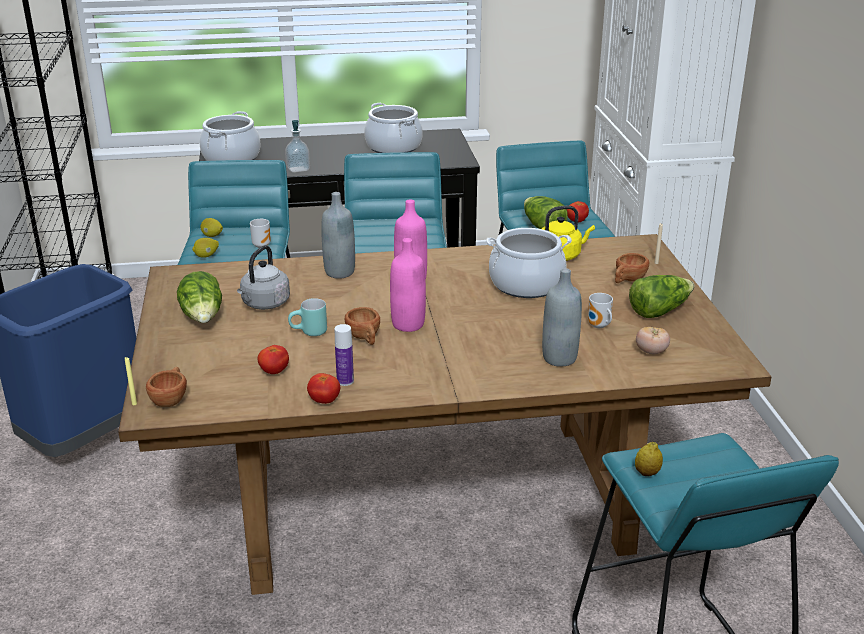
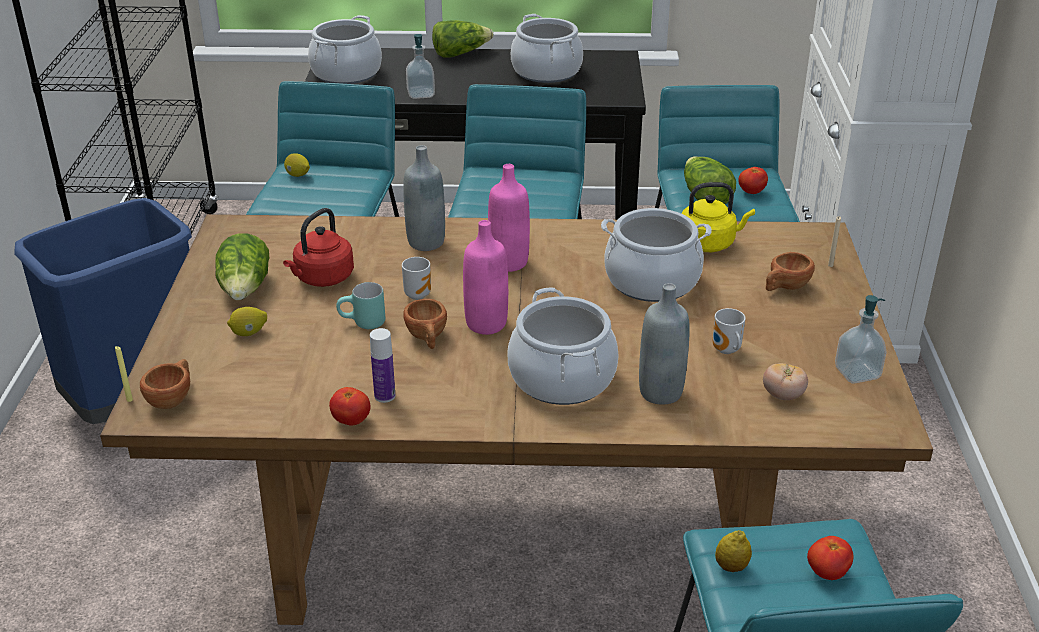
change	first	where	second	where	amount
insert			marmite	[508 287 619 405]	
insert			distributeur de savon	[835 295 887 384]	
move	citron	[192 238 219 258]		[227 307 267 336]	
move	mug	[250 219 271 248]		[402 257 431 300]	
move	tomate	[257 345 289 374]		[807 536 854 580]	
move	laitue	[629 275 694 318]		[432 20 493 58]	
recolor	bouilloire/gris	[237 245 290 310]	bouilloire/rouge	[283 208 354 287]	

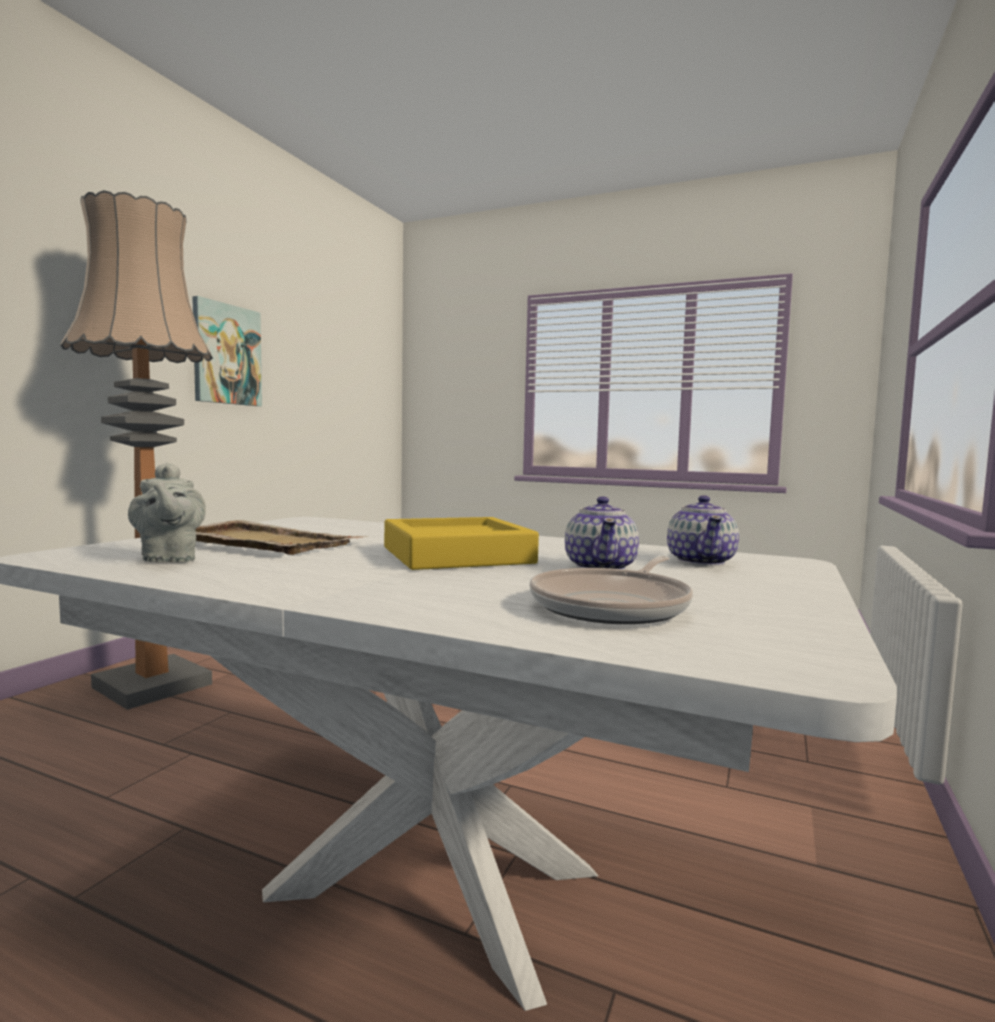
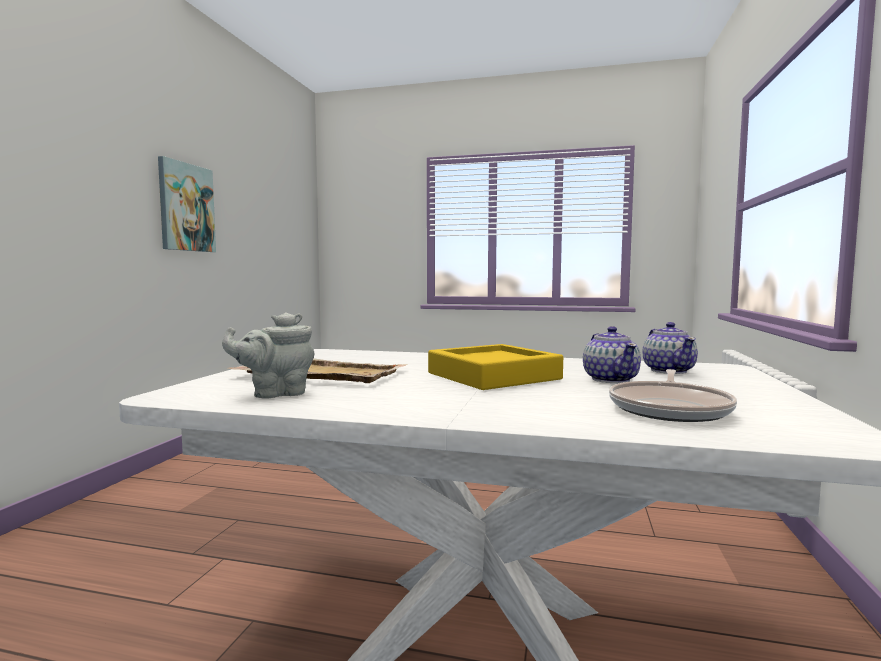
change	first	where	second	where	amount
delete	lampadaire	[60 190 213 710]			
rotate	théière/gris	[128 463 206 563]		[222 312 314 398]	105 degrees clockwise

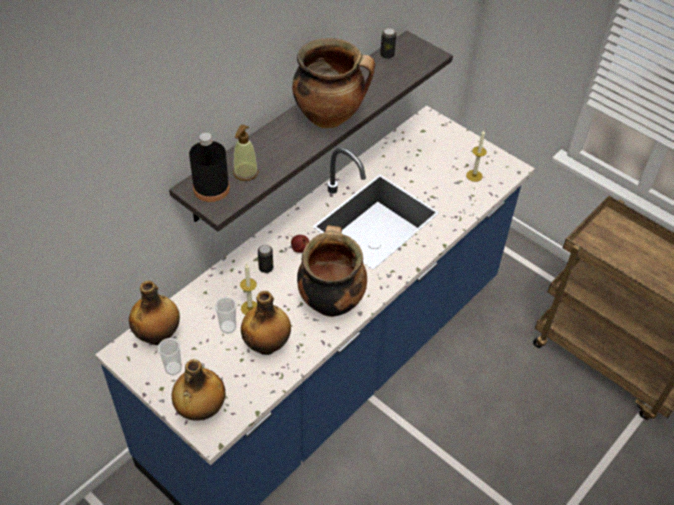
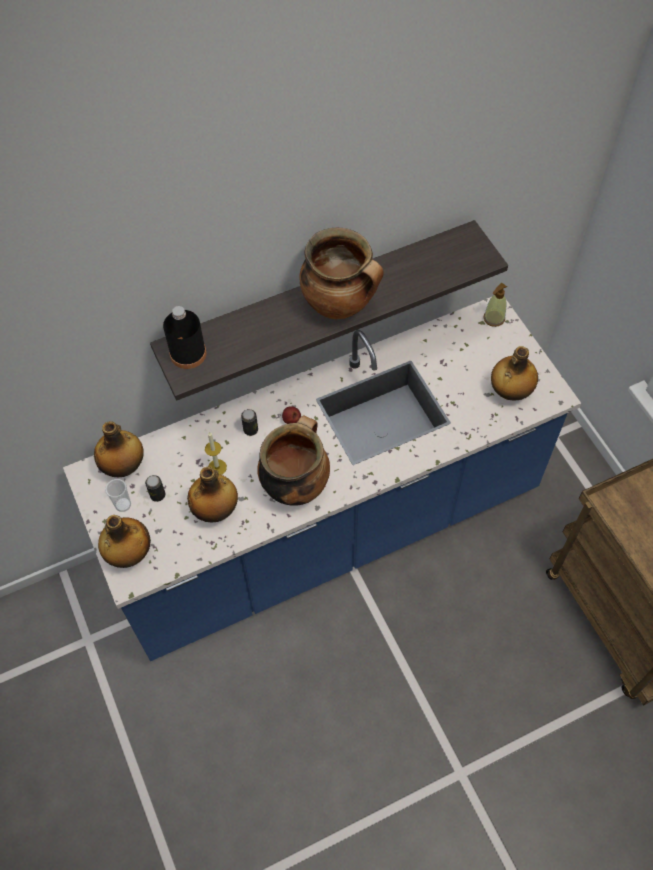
change	first	where	second	where	amount
delete	tasse	[215 297 236 333]			
move	distributeur de savon	[233 124 259 181]		[483 283 507 327]	
move	boîte métallique	[380 28 397 59]		[145 475 165 502]	
replace	bougie	[466 130 487 182]	bouteille	[491 346 538 400]	

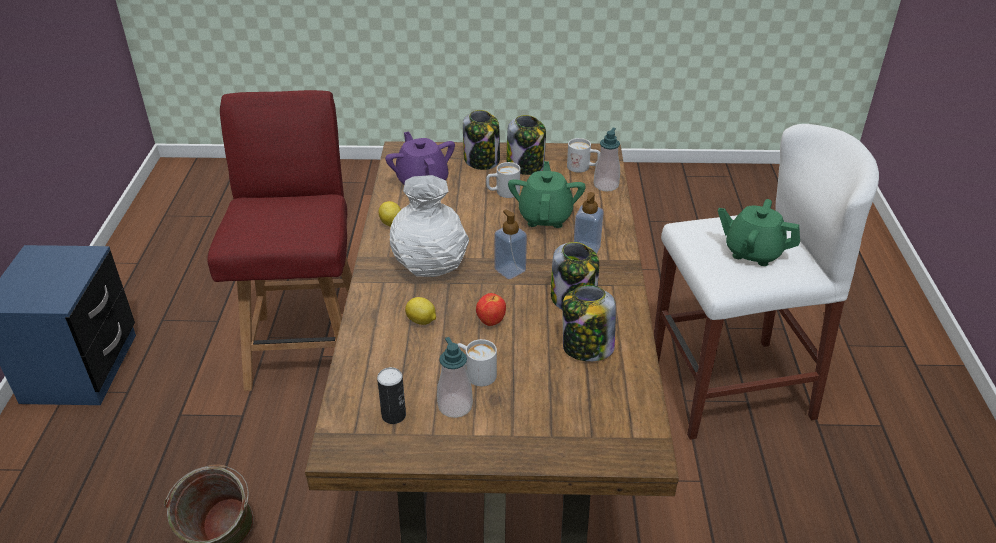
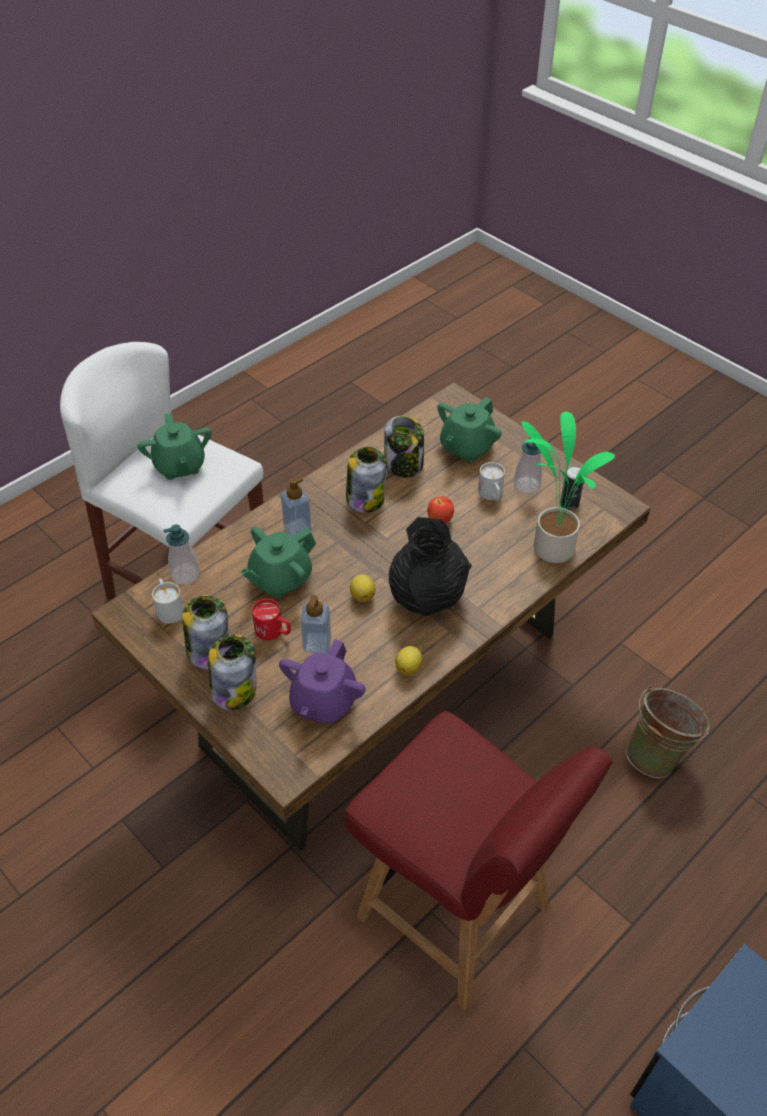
change	first	where	second	where	amount
insert			théière/vert	[437 397 502 462]	
insert			plante en pot	[521 411 615 563]	
move	citron	[405 297 436 325]		[350 574 375 602]	
move	distributeur de savon	[494 209 527 279]		[300 595 331 653]	
recolor	vase/blanc	[390 175 469 277]	vase/noir	[389 517 472 616]	
recolor	mug/blanc	[486 162 520 198]	mug/rouge	[252 599 291 641]	
rotate	chaise/rouge	[207 90 352 391]		[345 711 613 1010]	90 degrees counterclockwise

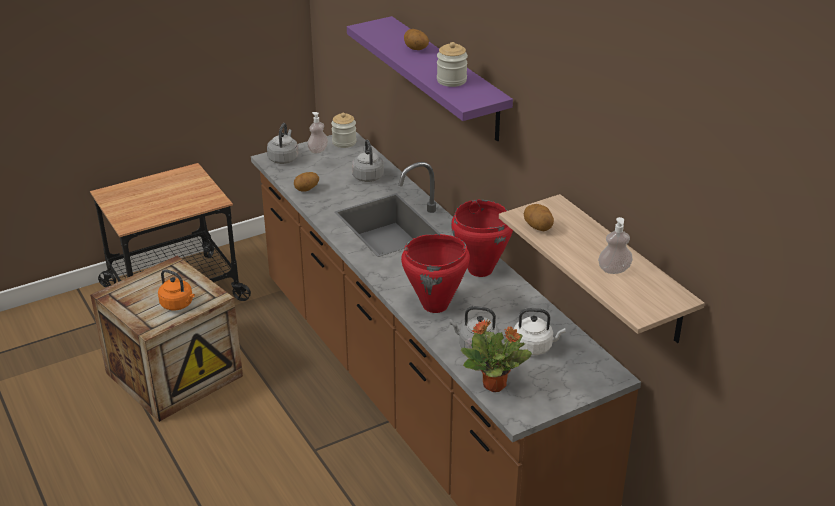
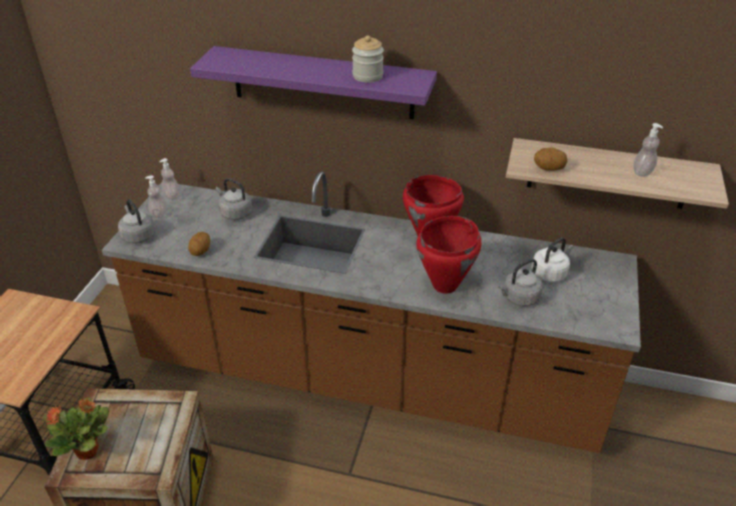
change	first	where	second	where	amount
delete	bouilloire/orange	[158 269 195 310]			
delete	pomme de terre	[404 29 429 50]			
move	plante en pot	[461 320 532 392]		[43 397 109 460]	
replace	bocal	[331 113 357 148]	distributeur de savon	[159 158 180 200]	

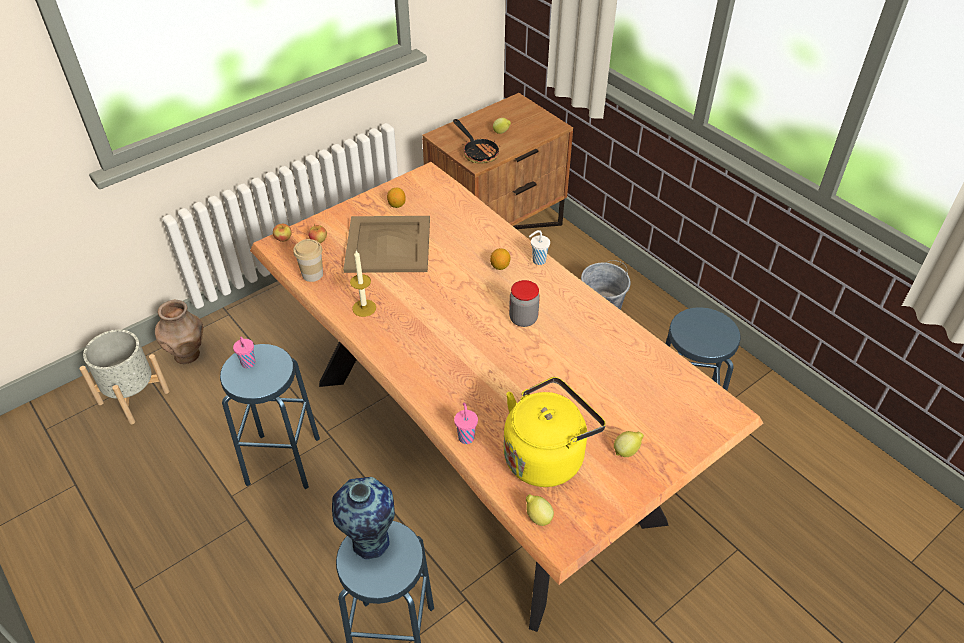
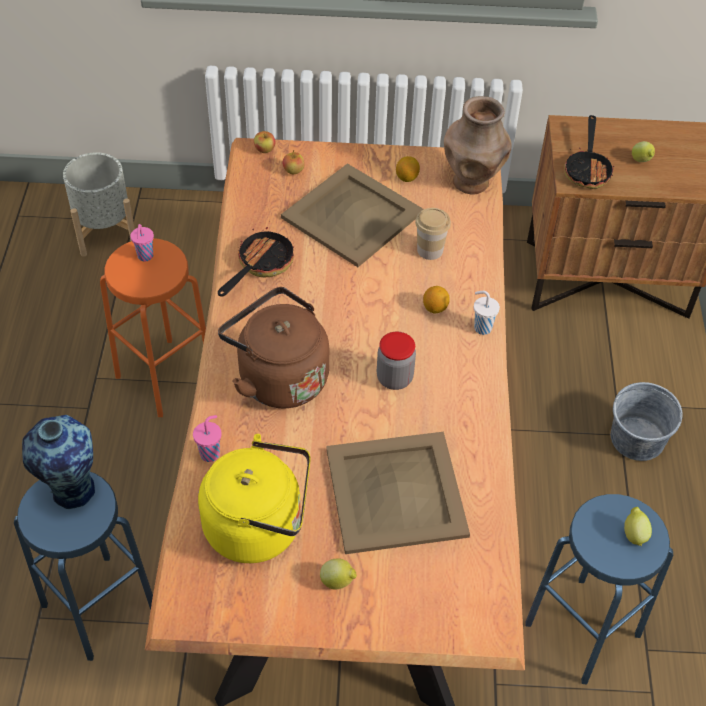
change	first	where	second	where	amount
insert			bouilloire/marron	[218 287 329 409]	
insert			plateau/beige	[326 432 470 554]	
move	vase/marron	[155 300 203 364]		[444 96 511 195]	
move	tasse	[293 239 323 282]		[415 208 451 260]	
move	citron	[526 494 554 526]		[624 507 652 546]	
replace	bougie	[350 250 376 317]	poêle	[218 227 294 297]	
recolor	tabouret/bleu	[220 344 320 489]	tabouret/orange	[100 238 206 417]	

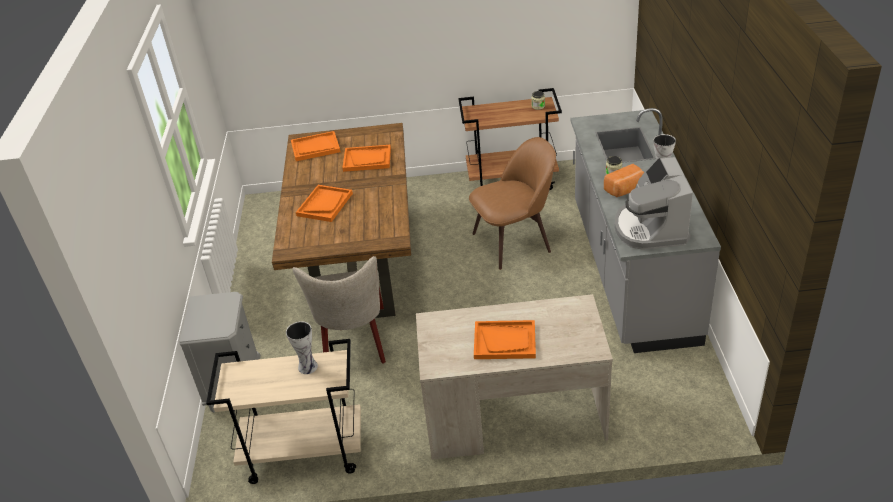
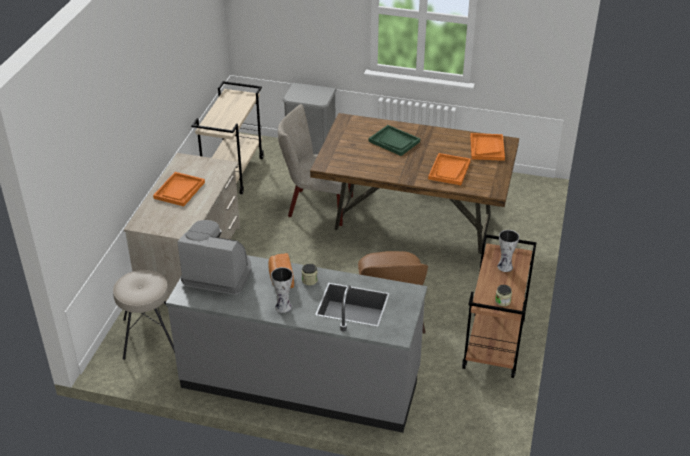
change	first	where	second	where	amount
insert			tabouret/beige	[113 270 175 360]	
move	vase	[286 321 318 374]		[497 230 519 272]	
recolor	plateau/orange	[296 185 353 222]	plateau/vert	[369 125 420 156]	

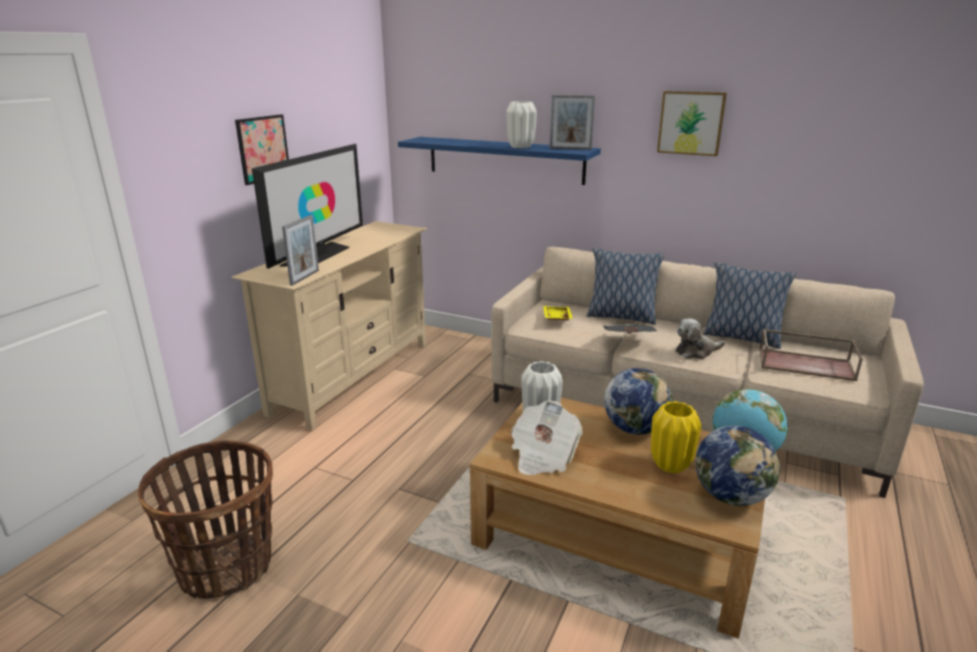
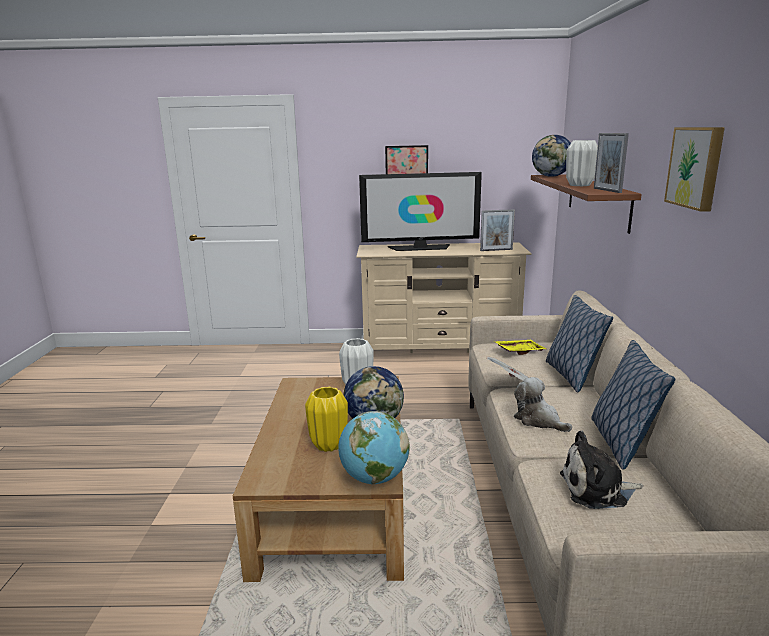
change	first	where	second	where	amount
delete	panier	[138 441 273 599]			
delete	journal	[511 400 583 475]			
move	cadre photo	[282 215 319 286]		[480 209 515 251]	
move	globe	[695 426 780 506]		[532 135 571 177]	
replace	plateau/marron	[759 329 863 381]	peluche	[560 431 643 509]	
recolor	étagère/bleu	[398 137 601 185]	étagère/marron	[531 174 642 234]	

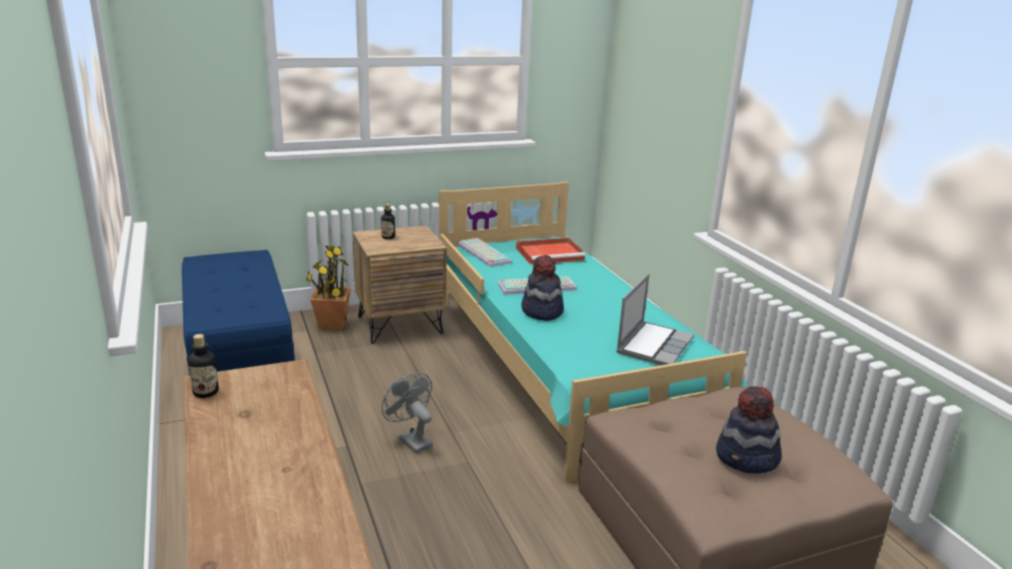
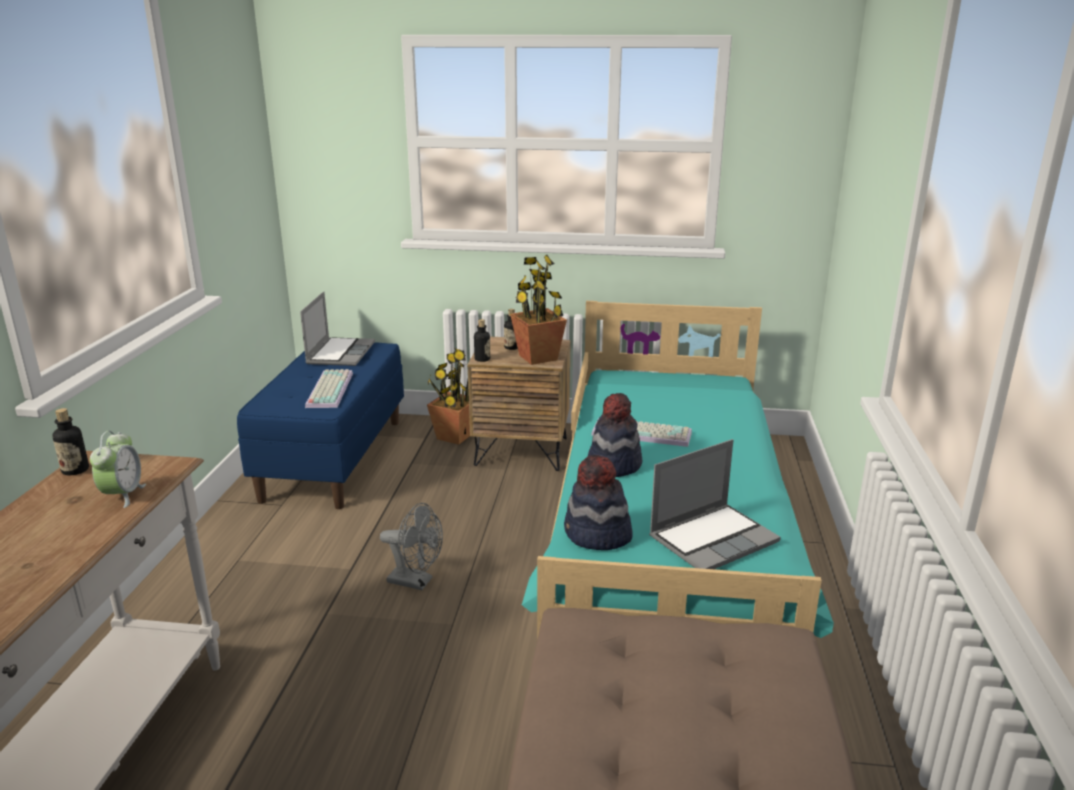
change	first	where	second	where	amount
delete	plateau/rouge	[516 237 586 265]			
insert			réveil	[90 431 146 508]	
insert			ordinateur portable	[300 291 375 366]	
insert			bouteille	[474 319 490 362]	
insert			plante en pot	[510 255 567 365]	
move	clavier	[458 238 512 267]		[305 369 353 408]	
move	chapeau	[716 386 782 473]		[564 455 632 550]	
rotate	ventilateur/gris	[382 373 433 454]		[380 503 443 590]	120 degrees clockwise

